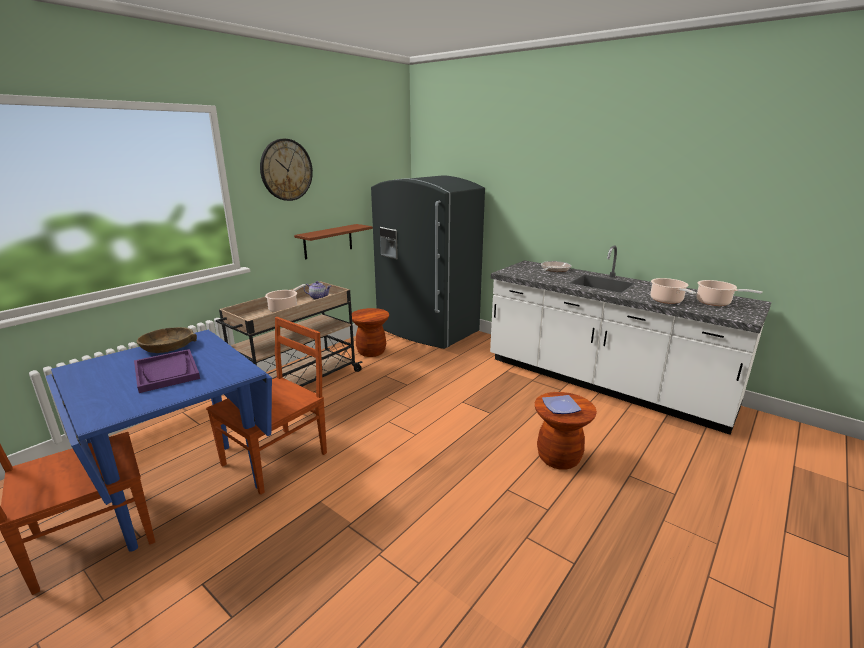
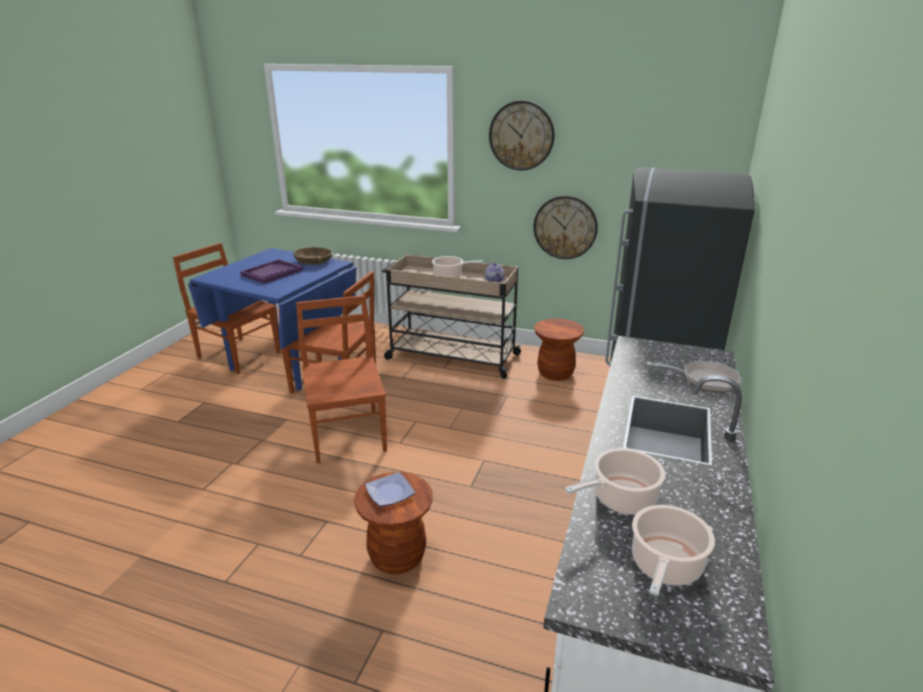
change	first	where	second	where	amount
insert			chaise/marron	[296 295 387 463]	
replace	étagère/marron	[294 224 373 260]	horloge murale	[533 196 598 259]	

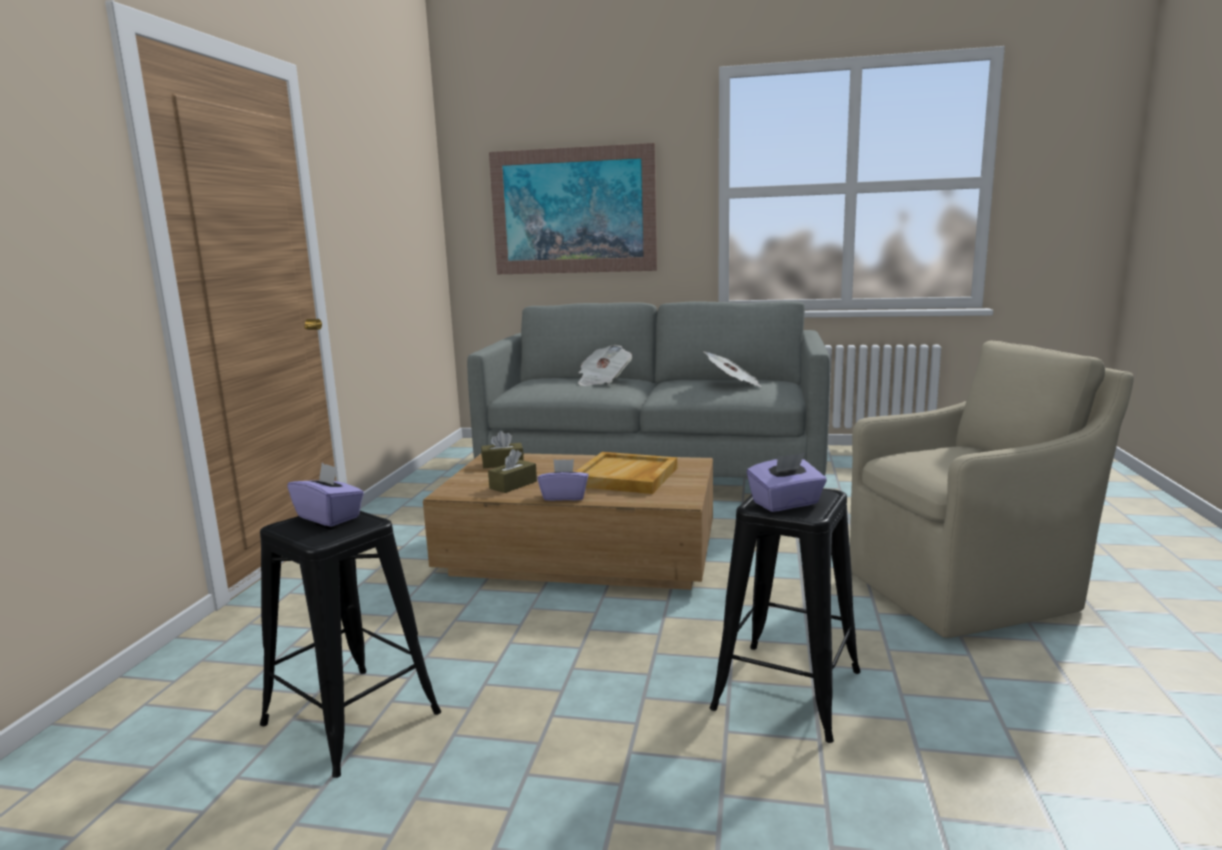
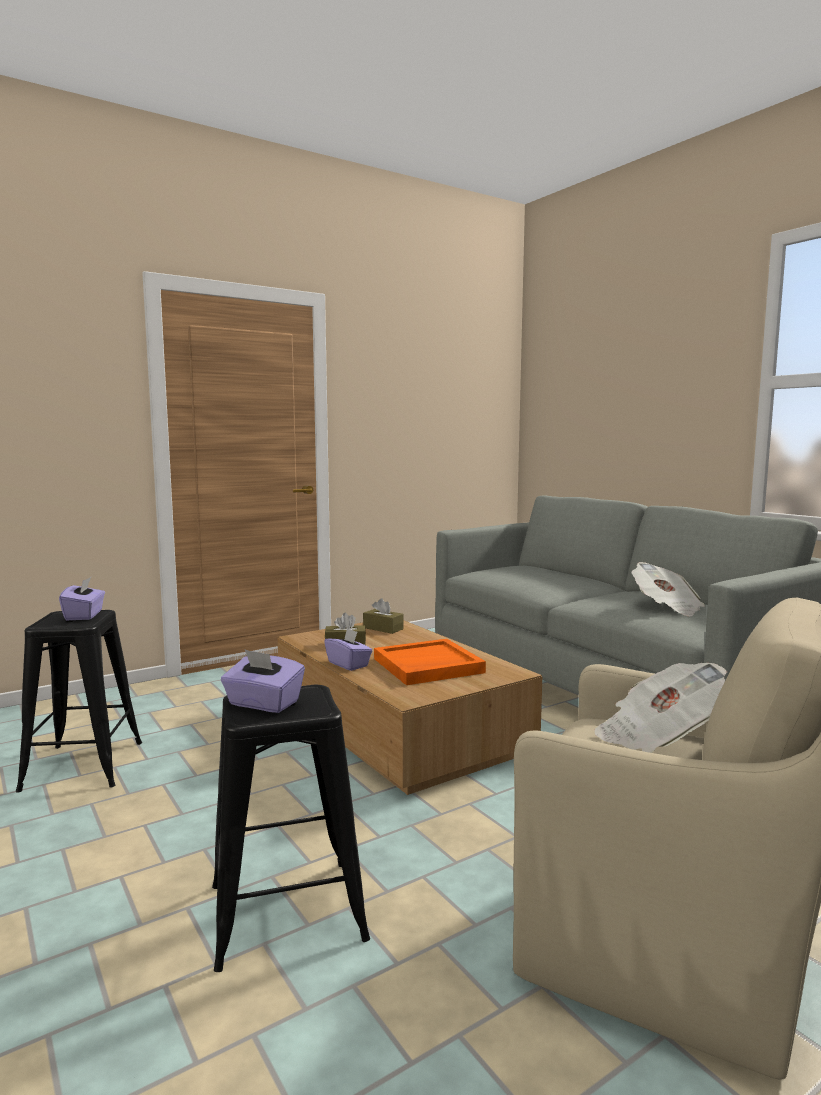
change	first	where	second	where	amount
delete	tableau	[489 143 657 274]			
move	journal	[578 345 632 386]		[594 663 727 753]	
recolor	plateau/beige	[575 452 677 494]	plateau/orange	[374 639 486 685]	

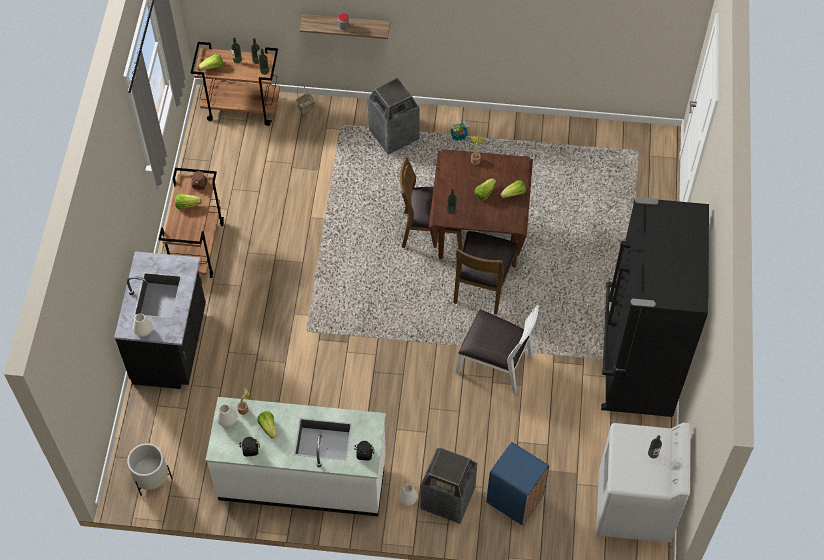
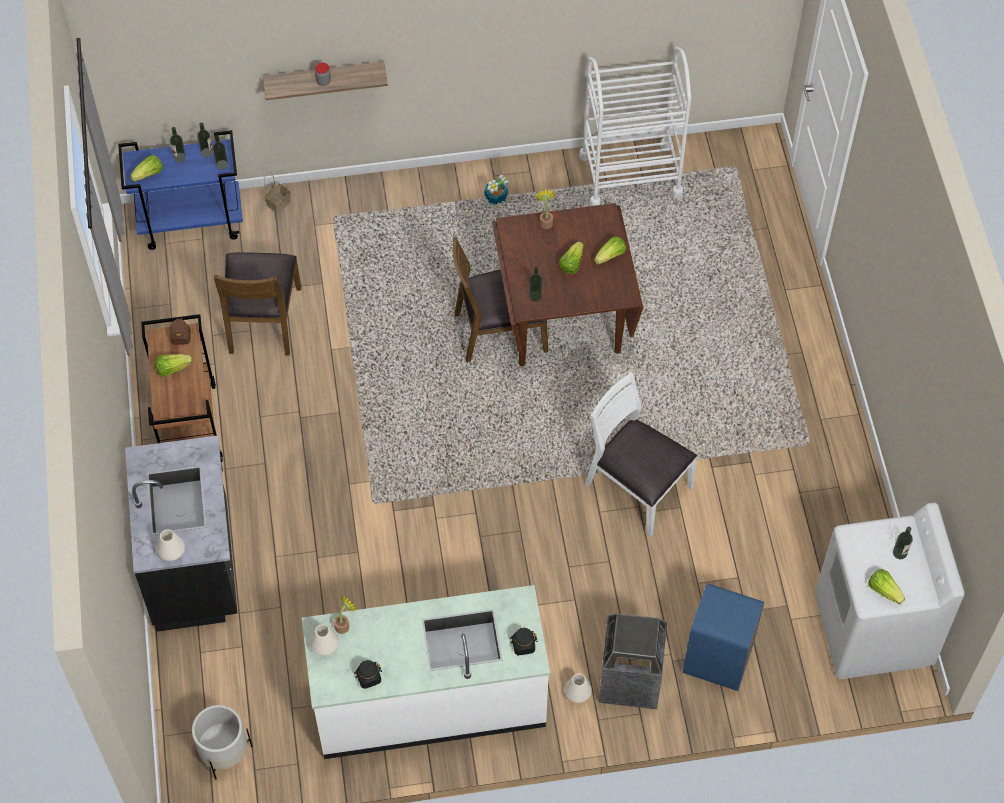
change	first	where	second	where	amount
delete	poubelle	[368 78 419 155]			
delete	réfrigérateur/noir	[601 197 709 417]			
insert			chariot/blanc	[579 47 691 206]	
move	laitue	[257 411 277 439]		[868 569 905 604]	
move	chaise/marron	[453 231 517 315]		[214 252 301 356]	
recolor	chariot/marron	[191 42 280 126]	chariot/bleu	[118 130 243 250]	
rotate	chaise/blanc	[456 305 540 394]		[585 372 697 537]	150 degrees counterclockwise

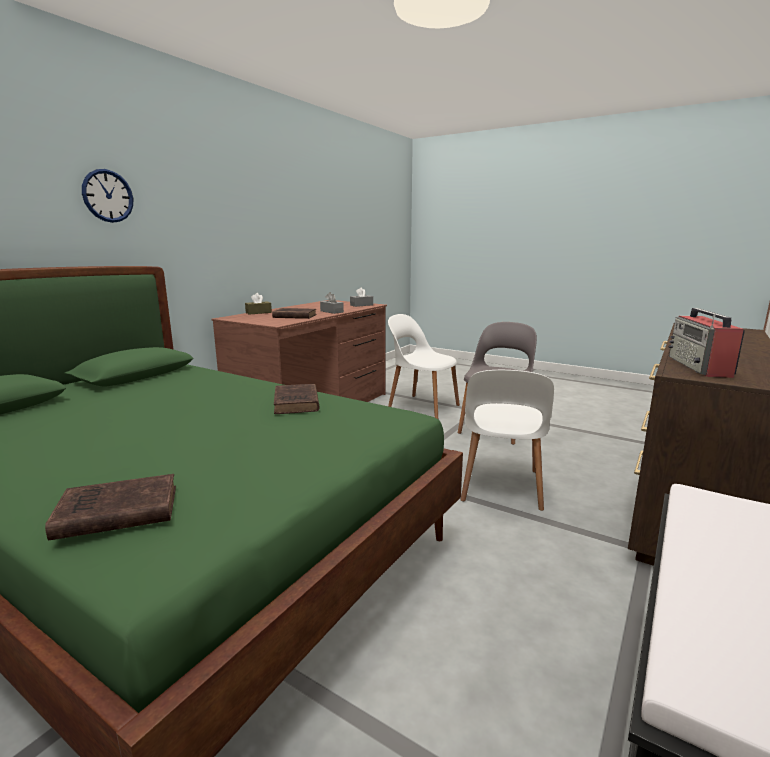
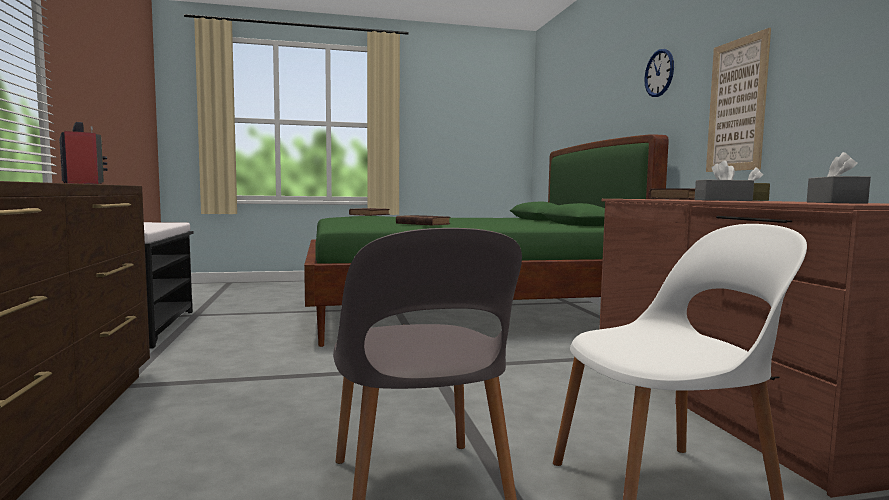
change	first	where	second	where	amount
delete	chaise/blanc	[461 370 554 511]			
insert			tableau	[706 28 771 172]	

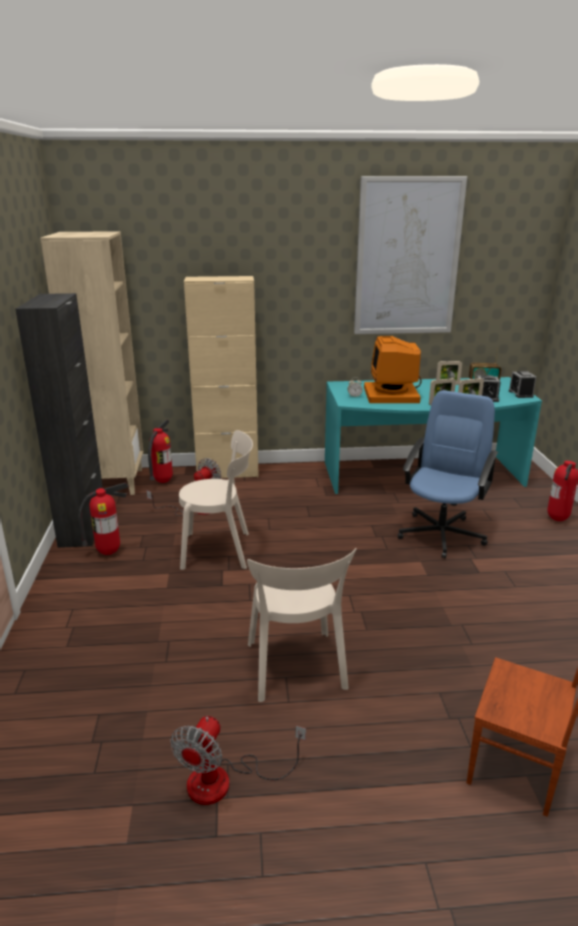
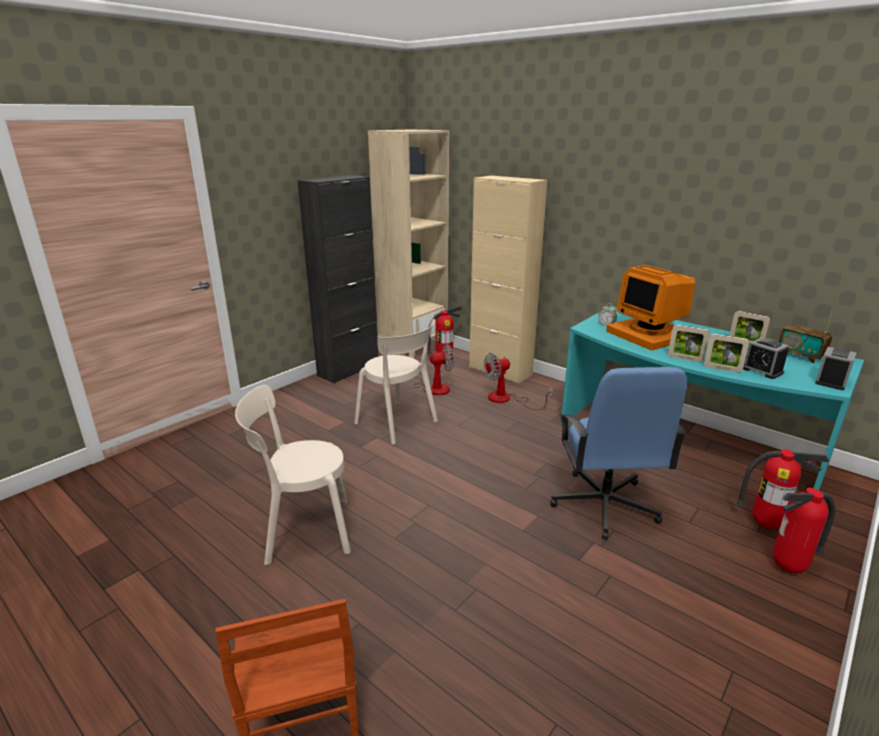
change	first	where	second	where	amount
delete	tableau	[354 176 467 334]			
move	extincteur	[78 482 129 555]		[737 449 829 529]	
move	ventilateur	[170 716 306 805]		[484 353 553 410]	
rotate	chaise/beige	[247 548 357 702]		[235 385 351 565]	45 degrees clockwise
rotate	écran d'ordinateur	[364 336 422 403]		[606 265 696 350]	75 degrees counterclockwise
rotate	chaise de bureau/bleu	[398 390 498 559]		[550 367 687 540]	105 degrees clockwise

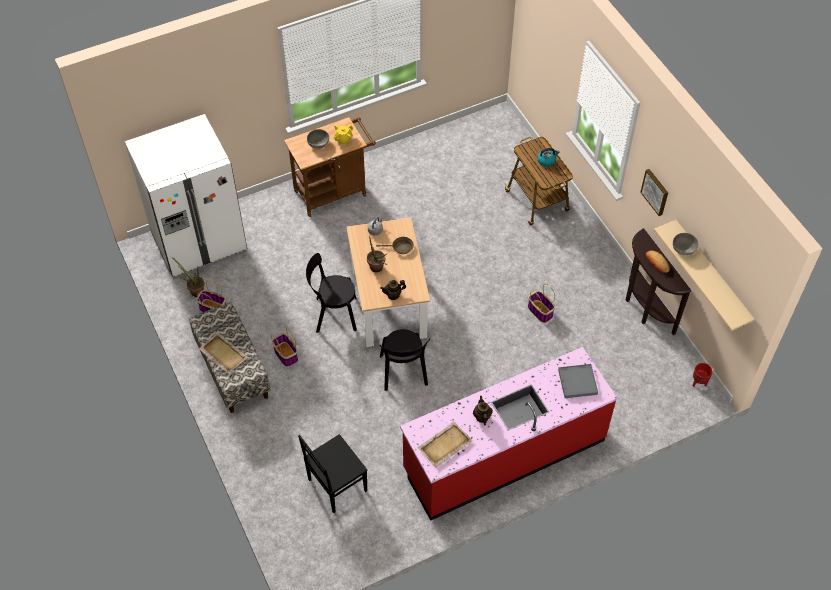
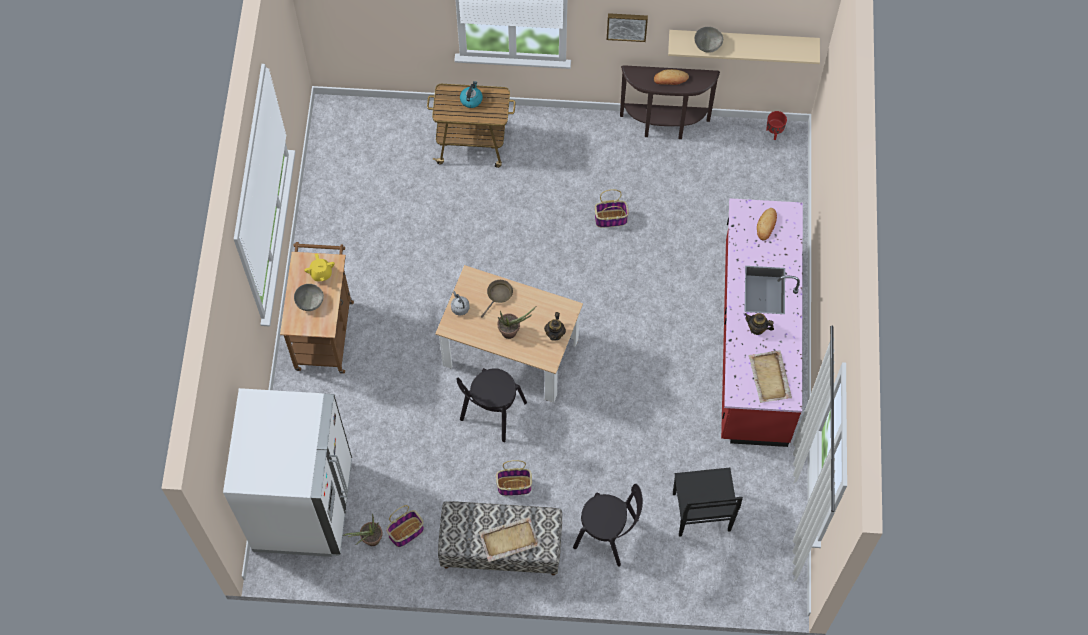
change	first	where	second	where	amount
move	chaise/noir	[380 329 430 391]		[573 484 643 567]	
replace	plateau/gris	[558 364 598 398]	pain	[757 208 777 240]	

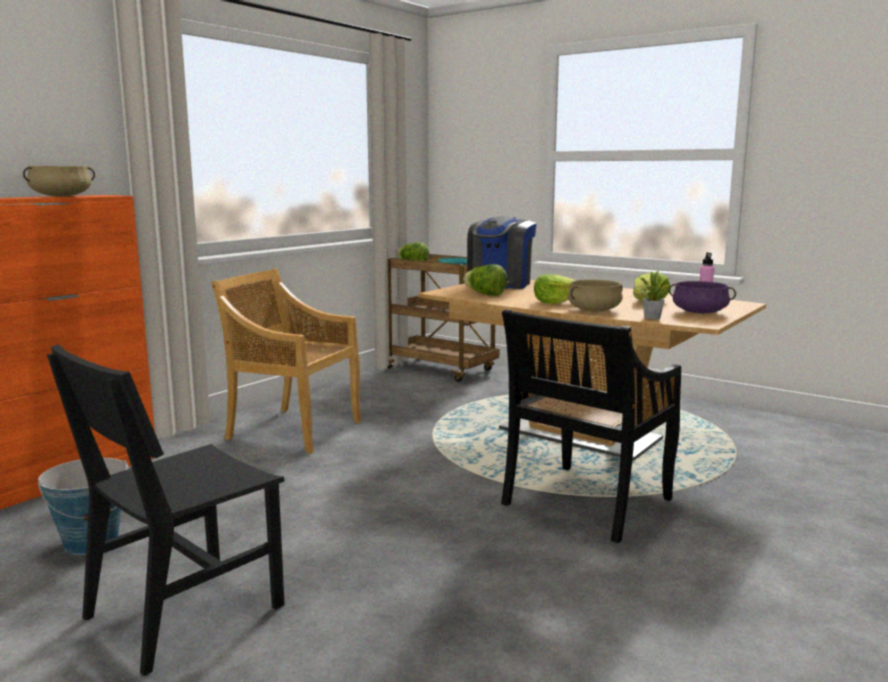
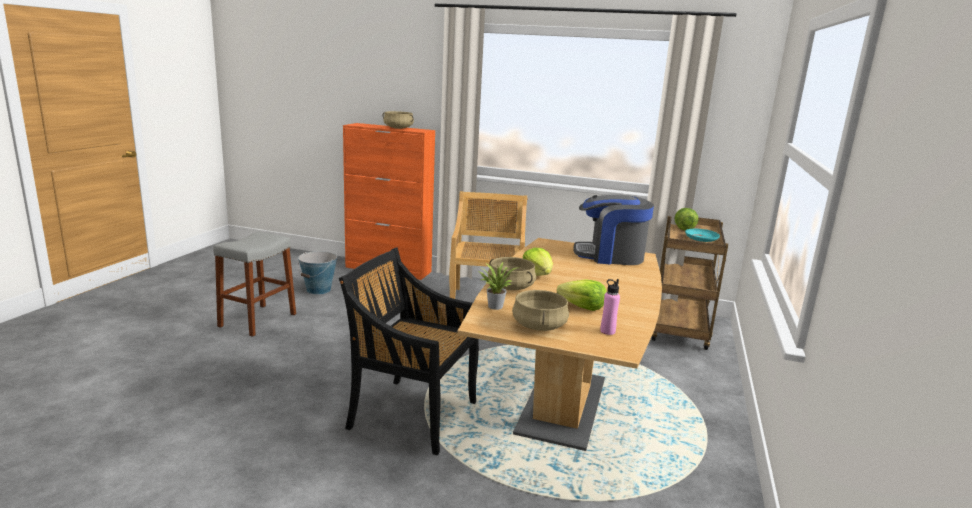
change	first	where	second	where	amount
delete	laitue	[463 264 507 296]			
replace	chaise/noir	[47 344 285 676]	tabouret/gris	[213 232 296 337]	
recolor	marmite/violet	[669 281 736 314]	marmite/beige	[512 290 569 331]	

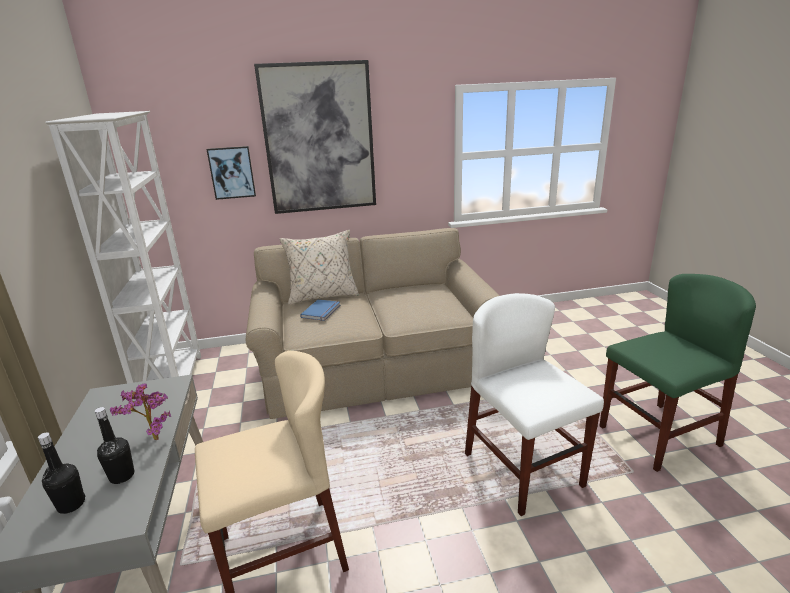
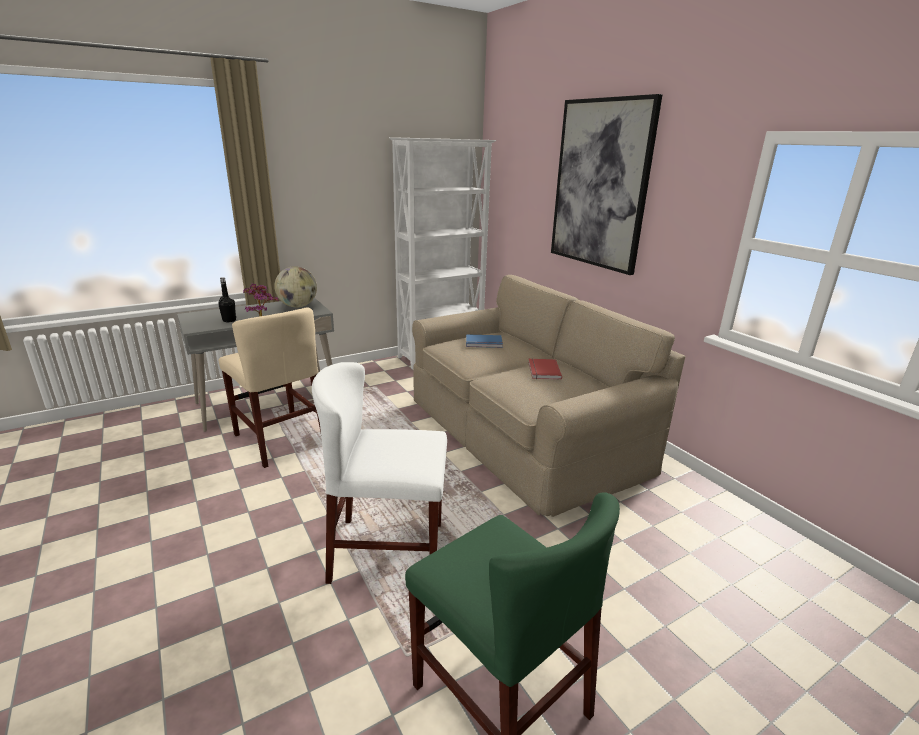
change	first	where	second	where	amount
delete	bouteille/noir	[38 432 85 514]			
delete	tableau	[207 146 256 200]			
delete	coussin/beige	[280 230 359 305]			
insert			globe	[274 266 317 308]	
insert			livre/rouge	[528 358 562 380]	
rotate	chaise/blanc	[465 293 604 516]		[312 362 447 584]	135 degrees counterclockwise

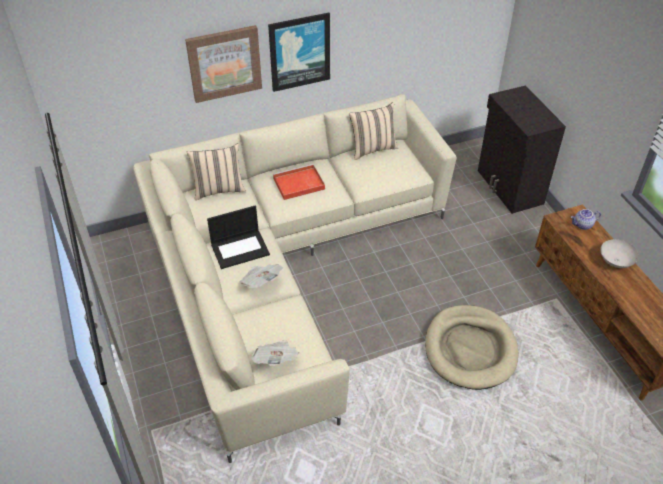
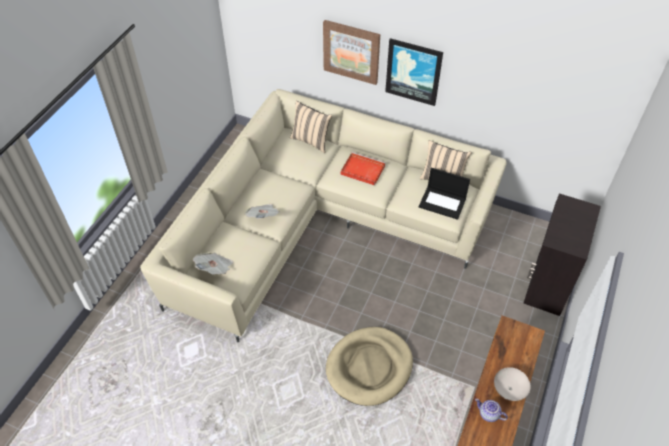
change	first	where	second	where	amount
move	ordinateur portable	[207 206 270 269]		[419 168 470 220]	
move	théière	[571 209 601 230]		[475 399 508 422]	

